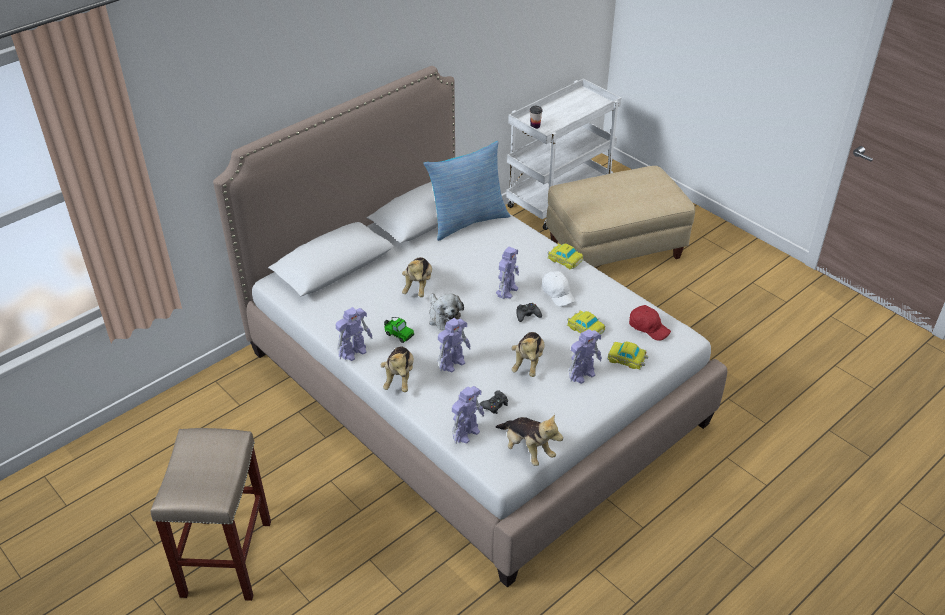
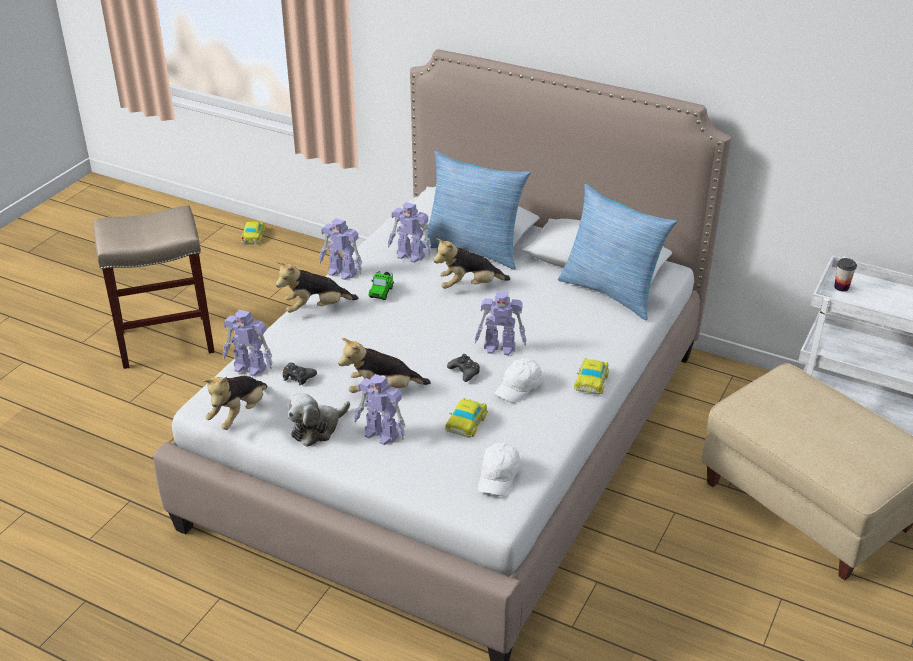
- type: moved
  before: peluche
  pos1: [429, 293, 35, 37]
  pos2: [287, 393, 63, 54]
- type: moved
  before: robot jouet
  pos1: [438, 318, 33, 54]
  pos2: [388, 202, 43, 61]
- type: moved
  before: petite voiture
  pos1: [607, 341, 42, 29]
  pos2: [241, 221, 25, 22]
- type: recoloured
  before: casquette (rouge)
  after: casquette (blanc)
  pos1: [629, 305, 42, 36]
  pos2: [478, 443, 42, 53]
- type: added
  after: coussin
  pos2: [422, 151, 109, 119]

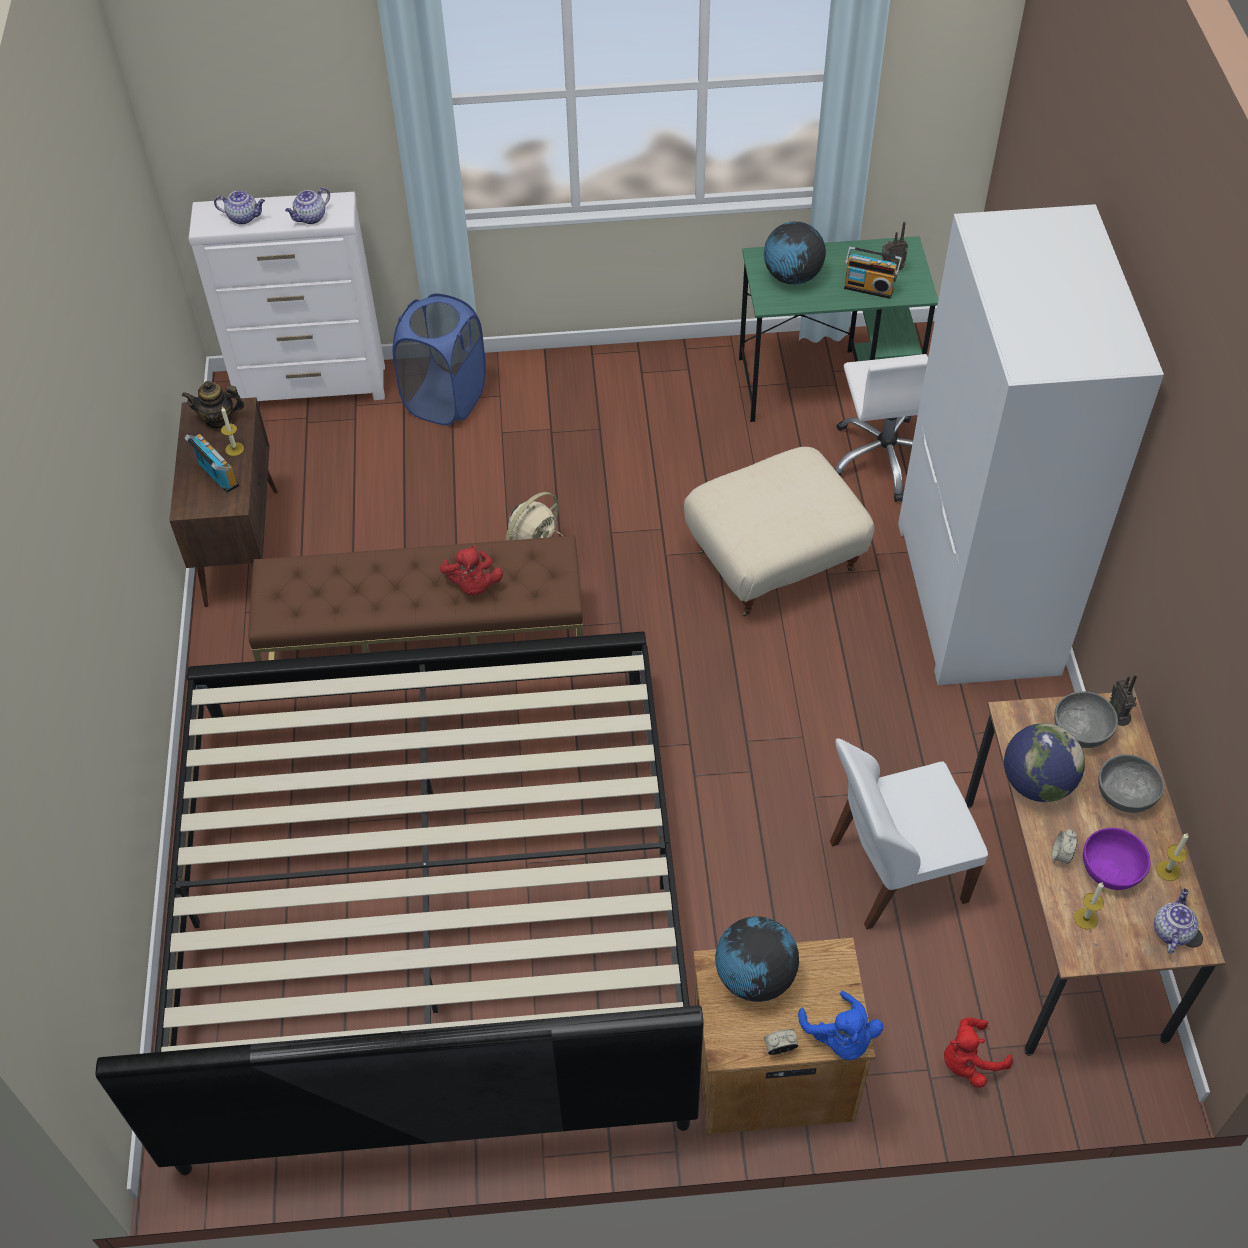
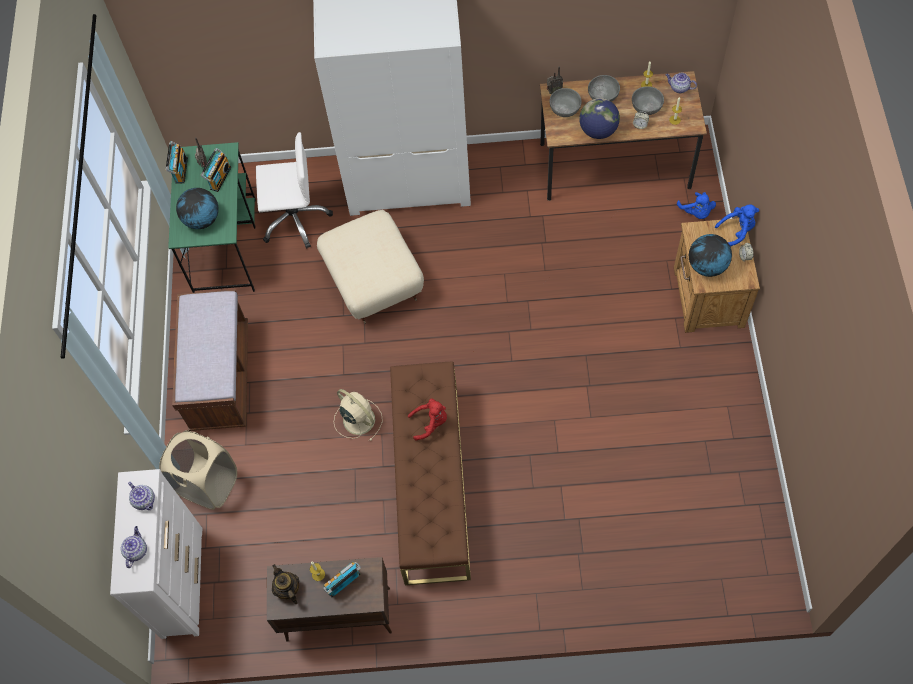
- type: removed
  before: lit
  pos1: [95, 631, 609, 544]
- type: turned
  before: théière
  pos1: [182, 381, 63, 48]
  pos2: [272, 564, 27, 40]
  turn: 150
- type: recoloured
  before: panier à linge (bleu)
  after: panier à linge (beige)
  pos1: [393, 293, 93, 133]
  pos2: [159, 430, 78, 80]
- type: removed
  before: chaise (blanc)
  pos1: [830, 738, 158, 191]
- type: recoloured
  before: peluche (rouge)
  after: peluche (bleu)
  pos1: [944, 1017, 69, 71]
  pos2: [677, 192, 39, 27]
- type: recoloured
  before: bol (violet)
  after: bol (gris)
  pos1: [1083, 828, 68, 62]
  pos2: [632, 86, 32, 29]
- type: added
  after: radio
  pos2: [166, 141, 22, 43]
- type: added
  after: banc (marron)
  pos2: [172, 289, 76, 142]

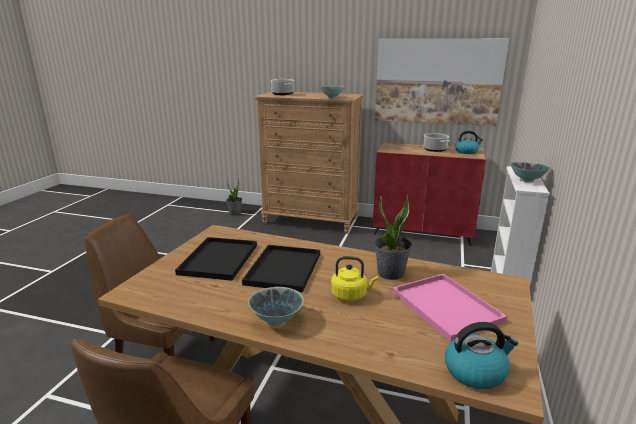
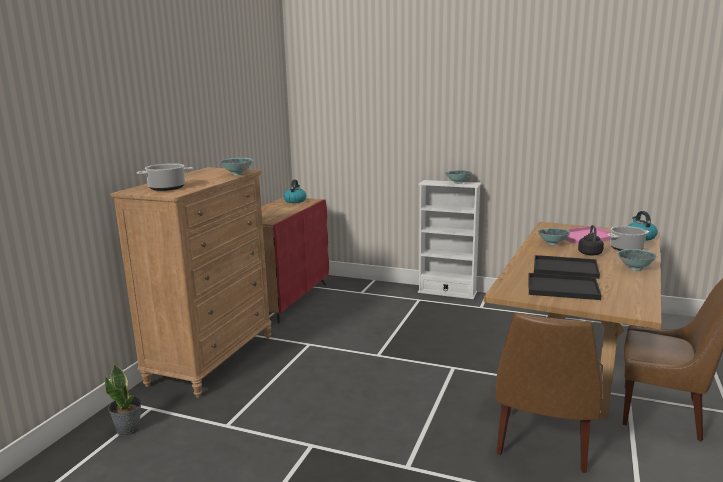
- type: recoloured
  before: bouilloire (jaune)
  after: bouilloire (noir)
  pos1: [331, 256, 47, 45]
  pos2: [578, 225, 26, 30]
- type: replaced
  before: plante en pot
  after: bol
  pos1: [374, 194, 38, 86]
  pos2: [537, 228, 33, 17]
- type: removed
  before: tableau
  pos1: [375, 38, 134, 88]
- type: moved
  before: marmite
  pos1: [424, 133, 25, 19]
  pos2: [607, 226, 42, 25]

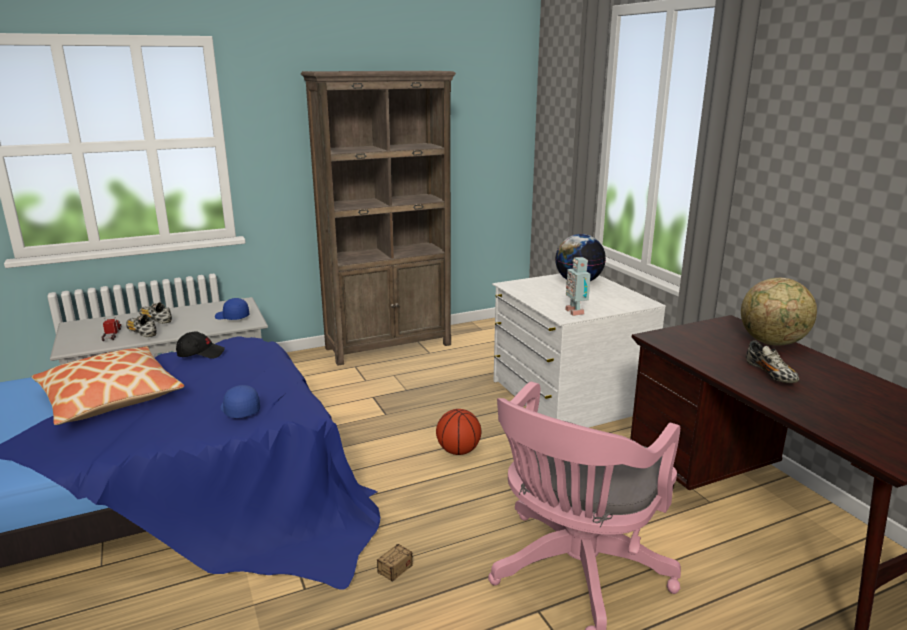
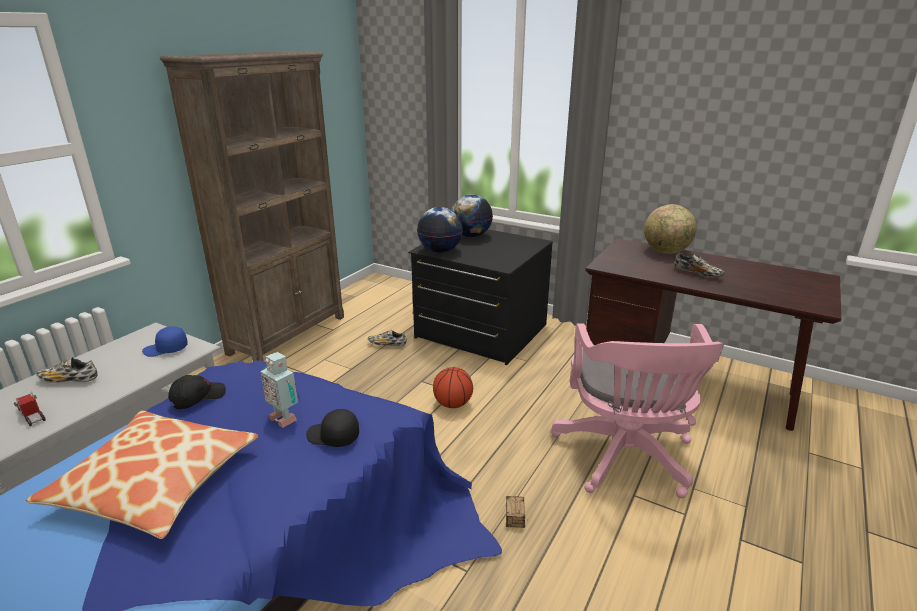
- type: moved
  before: chaussure
  pos1: [126, 314, 31, 23]
  pos2: [368, 330, 38, 16]
- type: recoloured
  before: casquette (bleu)
  after: casquette (noir)
  pos1: [220, 385, 40, 33]
  pos2: [306, 409, 53, 38]
- type: recoloured
  before: commode (blanc)
  after: commode (noir)
  pos1: [492, 274, 174, 154]
  pos2: [408, 229, 145, 136]
- type: moved
  before: robot jouet
  pos1: [565, 257, 26, 59]
  pos2: [260, 352, 38, 76]
- type: added
  after: globe
  pos2: [417, 207, 46, 46]

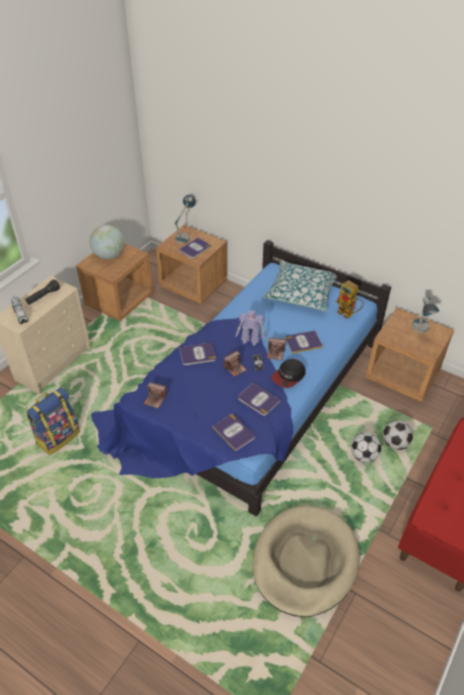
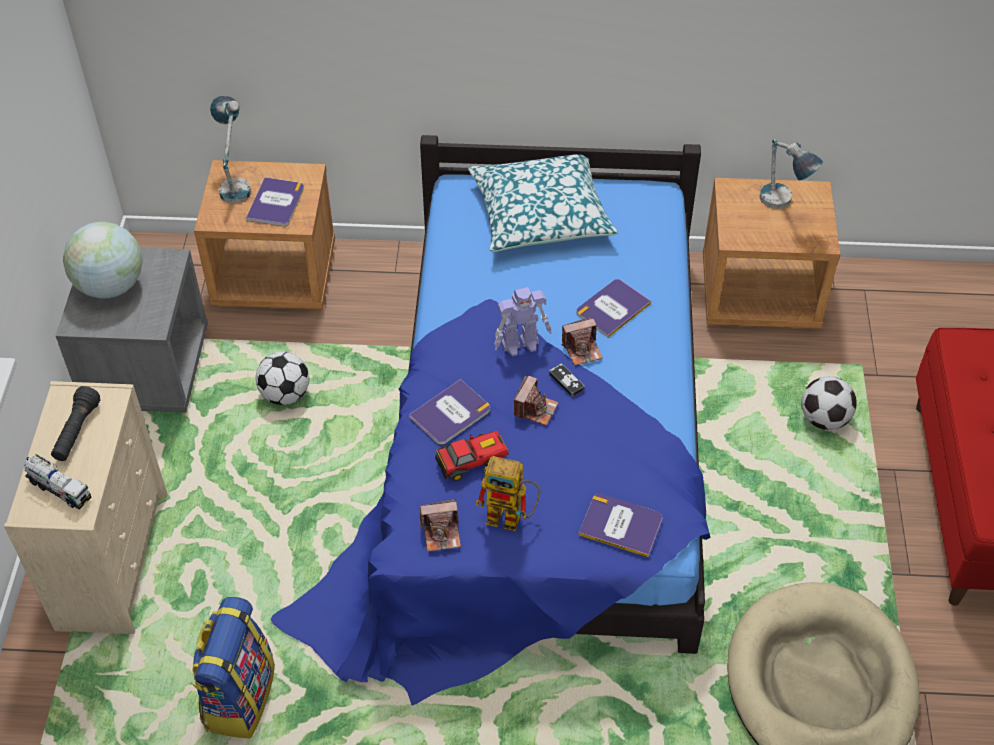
- type: recoloured
  before: table de chevet (marron)
  after: table de chevet (gris)
  pos1: [76, 243, 78, 78]
  pos2: [56, 248, 152, 165]
- type: removed
  before: livre
  pos1: [238, 383, 43, 33]
- type: removed
  before: casquette
  pos1: [271, 359, 35, 29]
- type: moved
  before: robot jouet
  pos1: [336, 280, 28, 39]
  pos2: [475, 456, 65, 75]
- type: moved
  before: ballon de foot
  pos1: [351, 433, 30, 30]
  pos2: [256, 352, 53, 53]
- type: added
  after: petite voiture
  pos2: [435, 430, 74, 51]

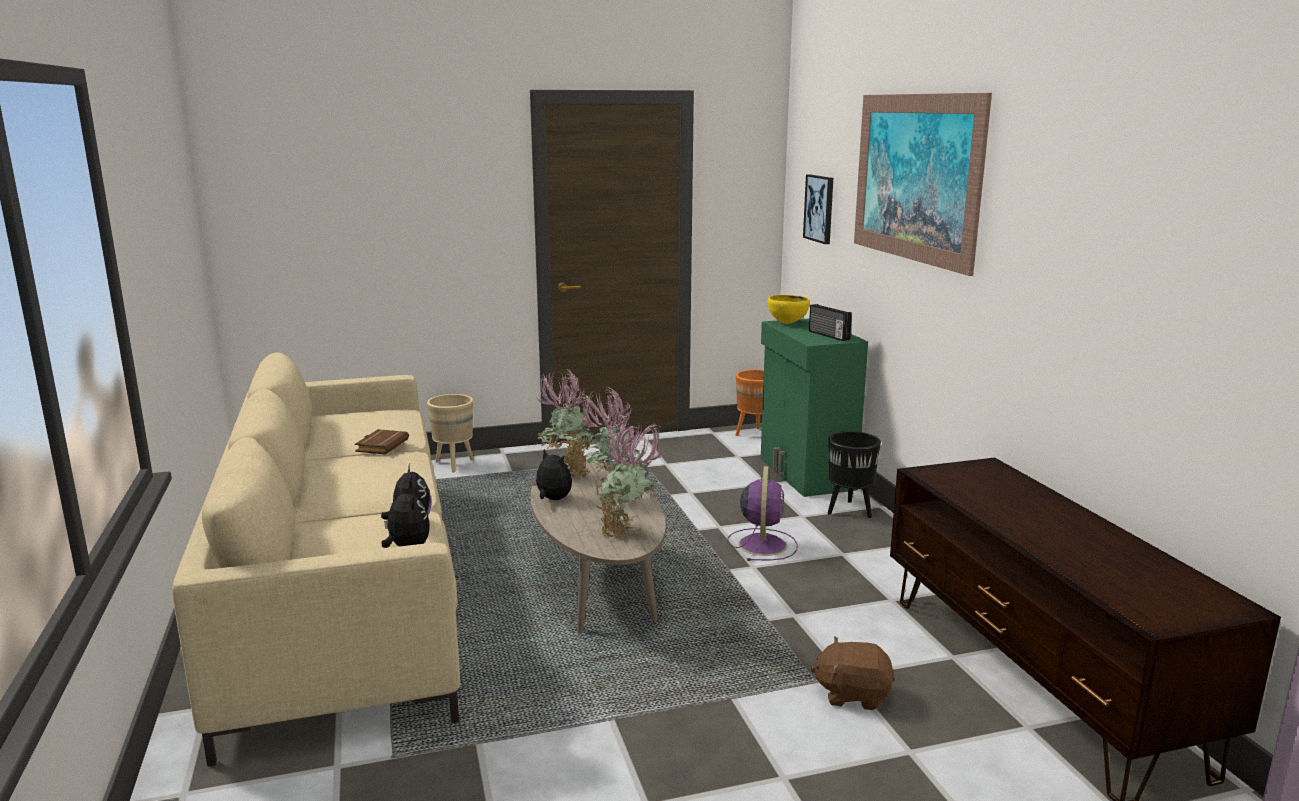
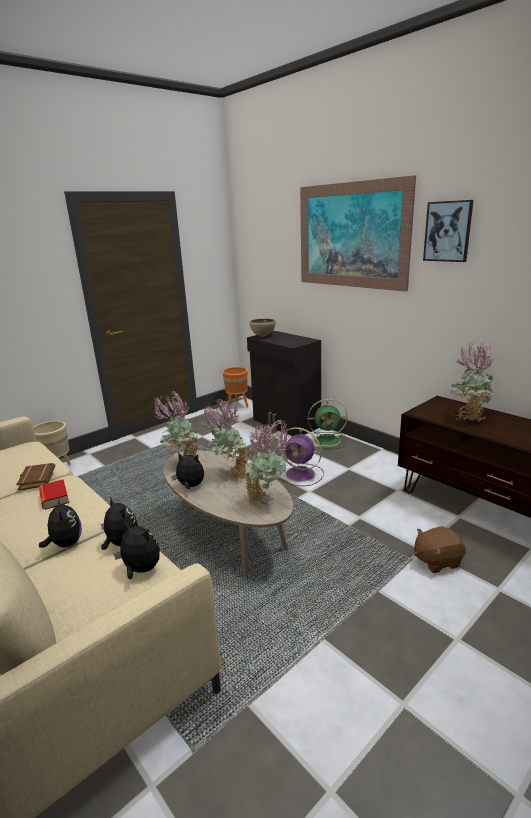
- type: turned
  before: ventilateur (violet)
  pos1: [727, 466, 71, 95]
  pos2: [279, 427, 45, 59]
  turn: 135
- type: recoloured
  before: meuble de rangement (vert)
  after: meuble de rangement (noir)
  pos1: [761, 318, 107, 179]
  pos2: [247, 331, 74, 105]
- type: recoloured
  before: bol (jaune)
  after: bol (marron)
  pos1: [767, 295, 43, 29]
  pos2: [250, 318, 26, 19]
- type: moved
  before: tableau
  pos1: [803, 174, 30, 70]
  pos2: [423, 200, 51, 62]
- type: removed
  before: radio
  pos1: [809, 304, 43, 37]
- type: replaced
  before: cache-pot (noir)
  after: ventilateur (vert)
  pos1: [827, 431, 54, 87]
  pos2: [308, 399, 40, 50]
- type: added
  after: livre
  pos2: [39, 479, 30, 31]
- type: added
  after: peluche
  pos2: [39, 498, 43, 50]
- type: added
  after: plante en pot
  pos2: [449, 342, 46, 80]

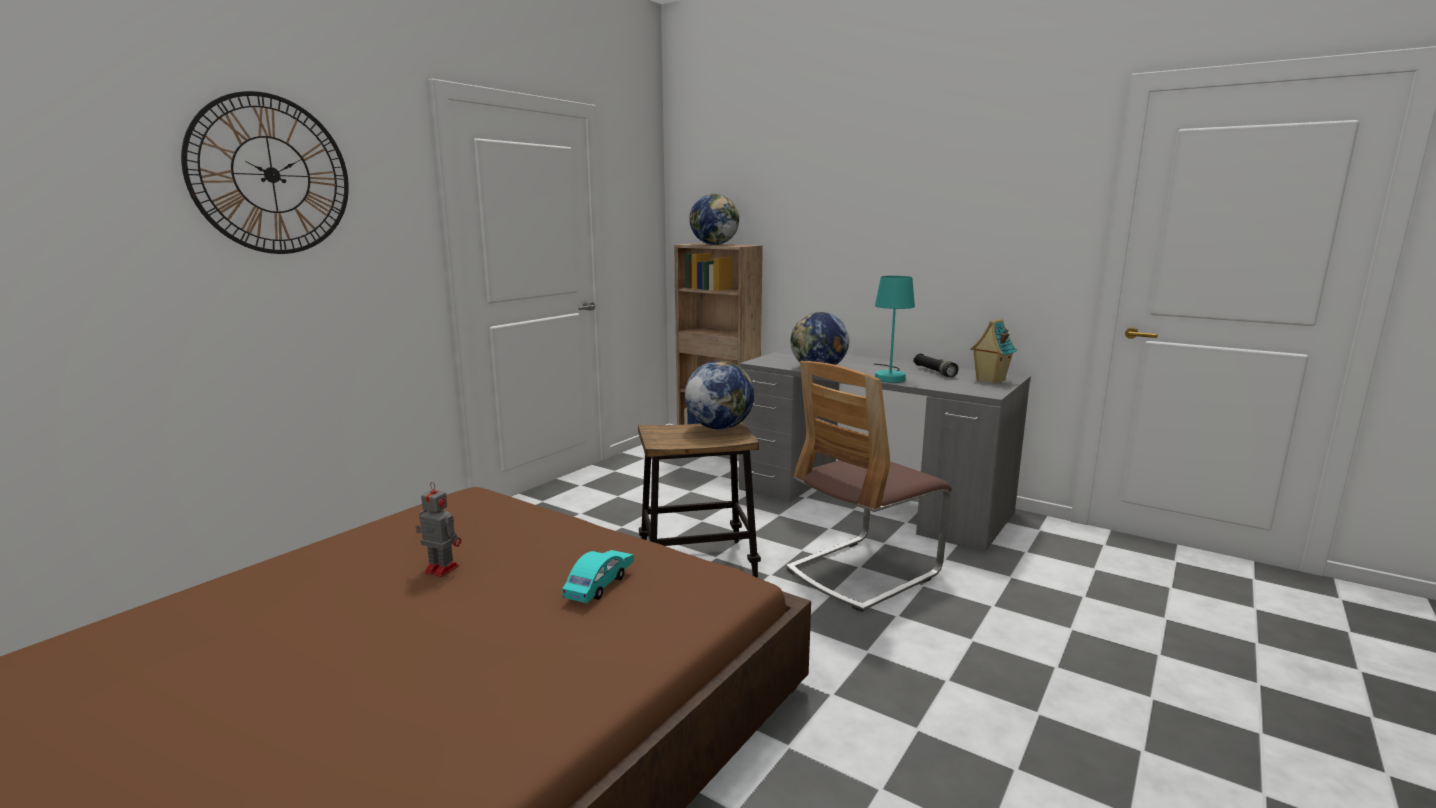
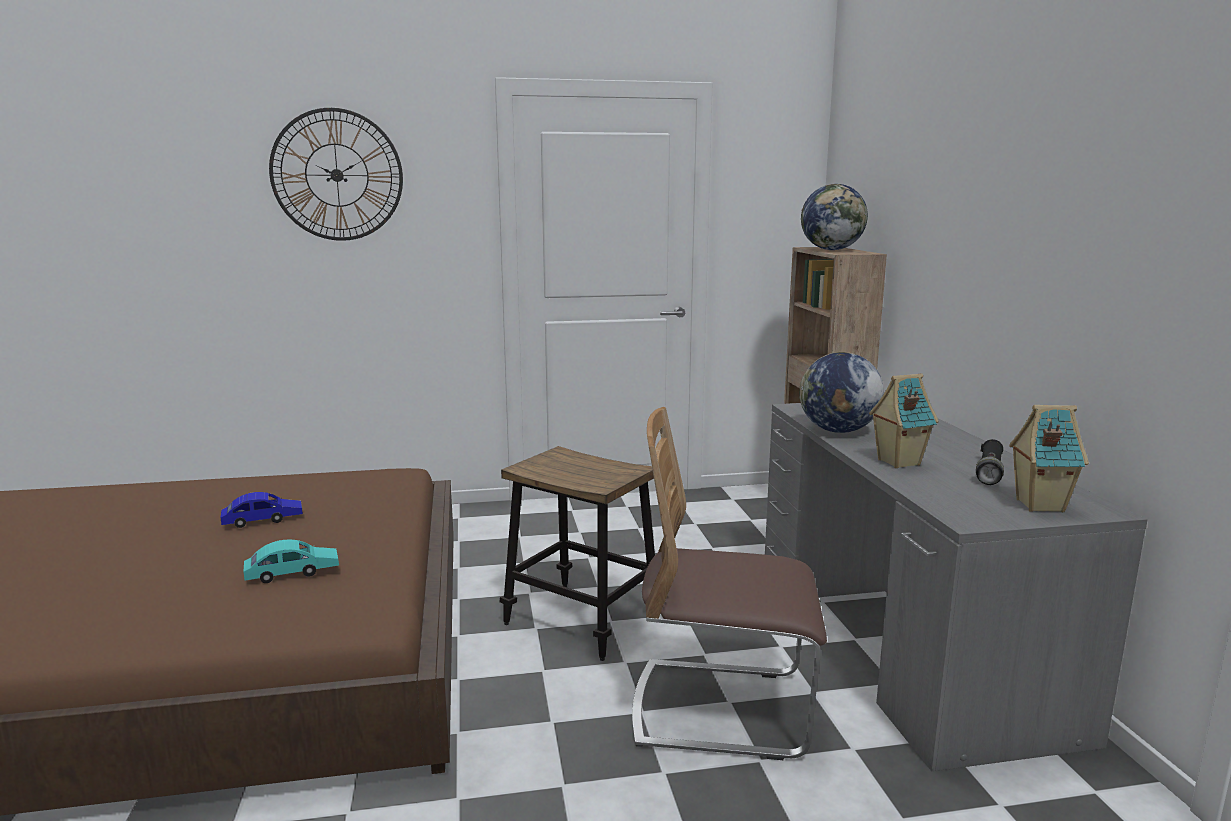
- type: replaced
  before: robot jouet
  after: petite voiture (bleu)
  pos1: [416, 482, 45, 95]
  pos2: [220, 492, 83, 36]
- type: removed
  before: globe
  pos1: [685, 360, 69, 70]
- type: replaced
  before: lampe de table (turquoise)
  after: maison miniature
  pos1: [874, 276, 41, 107]
  pos2: [869, 373, 70, 95]

